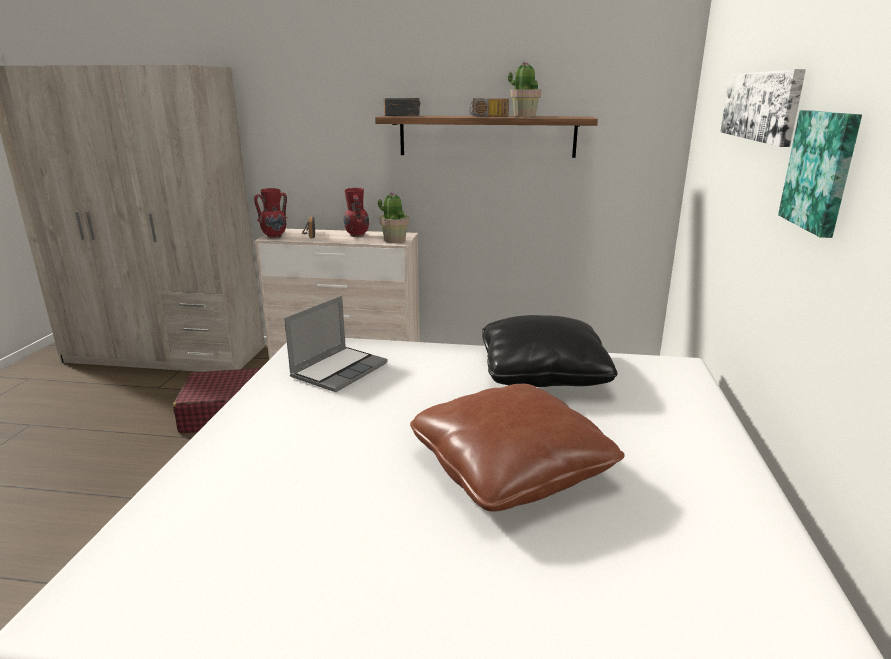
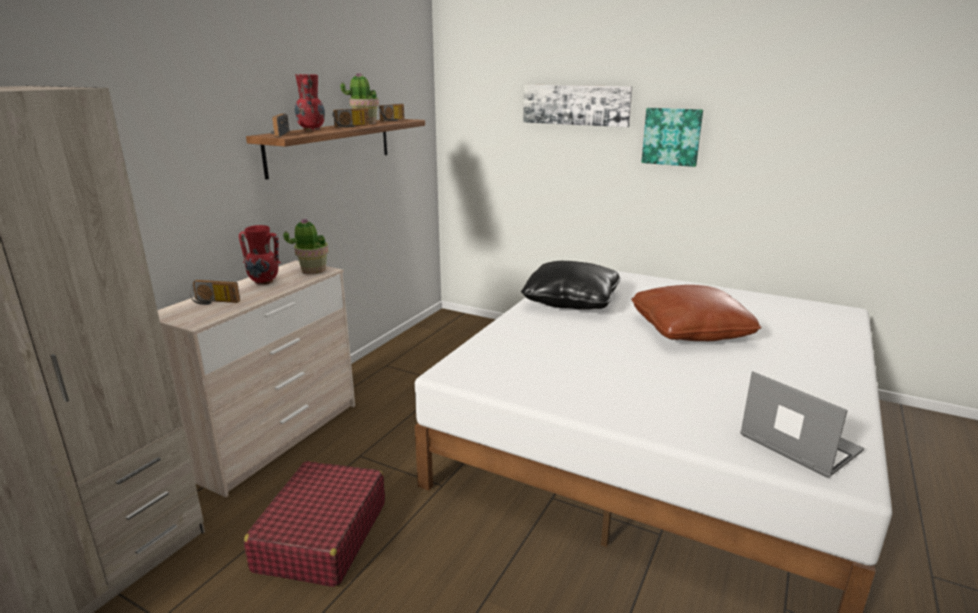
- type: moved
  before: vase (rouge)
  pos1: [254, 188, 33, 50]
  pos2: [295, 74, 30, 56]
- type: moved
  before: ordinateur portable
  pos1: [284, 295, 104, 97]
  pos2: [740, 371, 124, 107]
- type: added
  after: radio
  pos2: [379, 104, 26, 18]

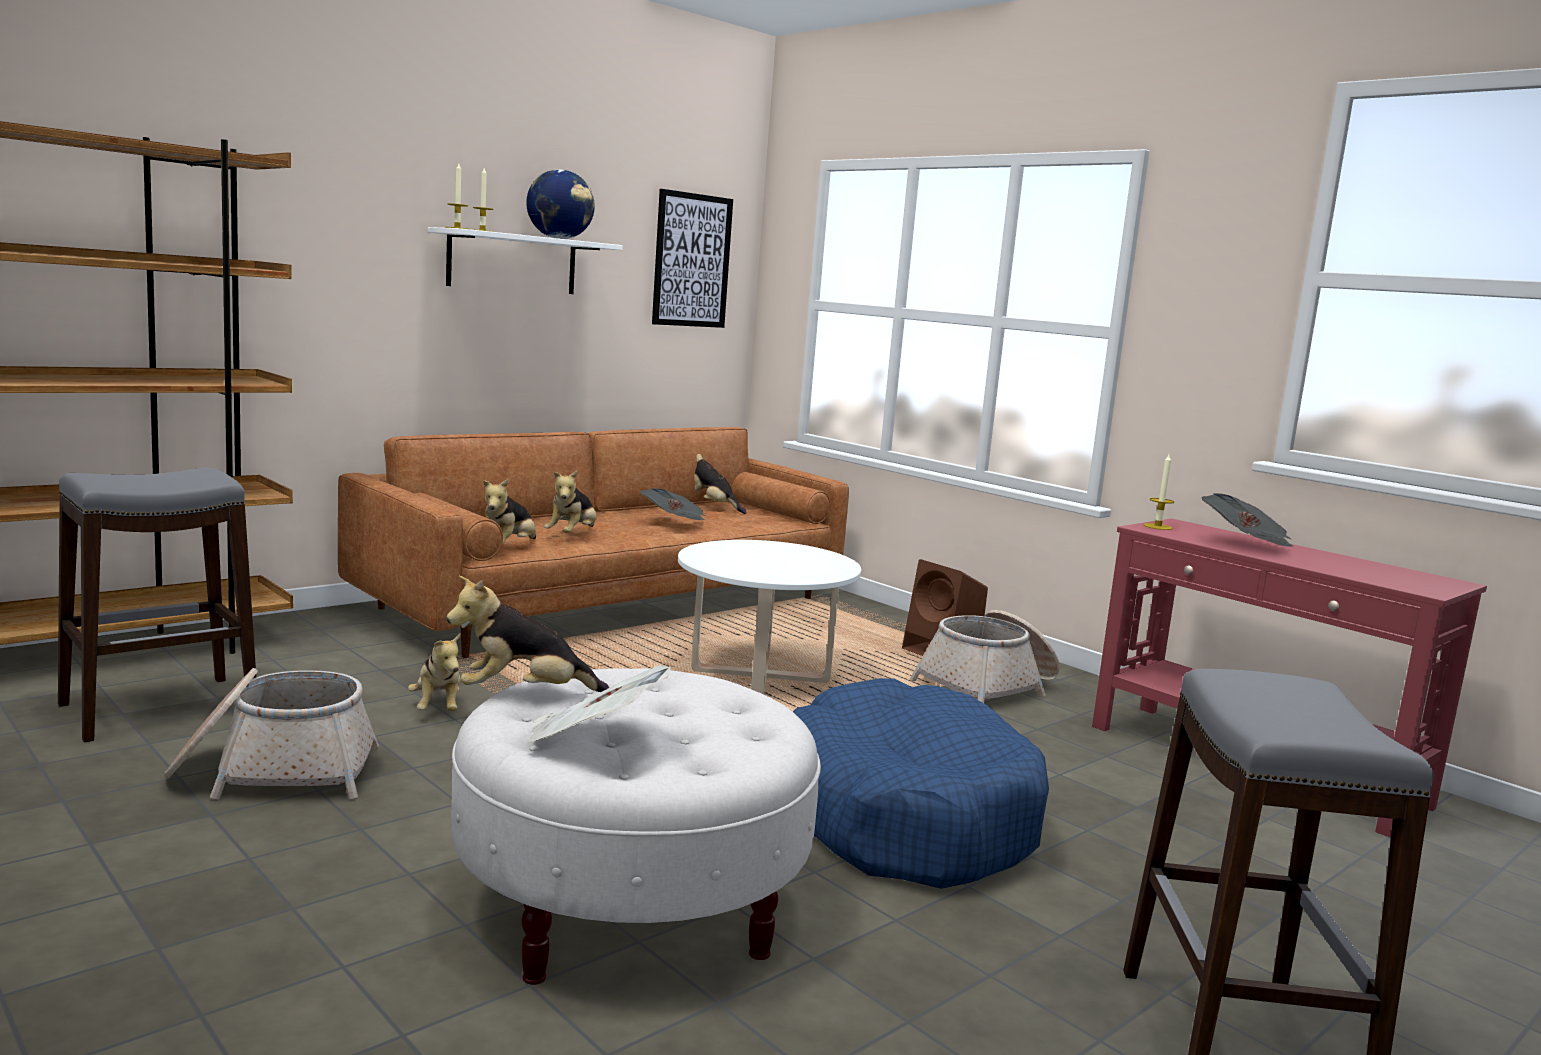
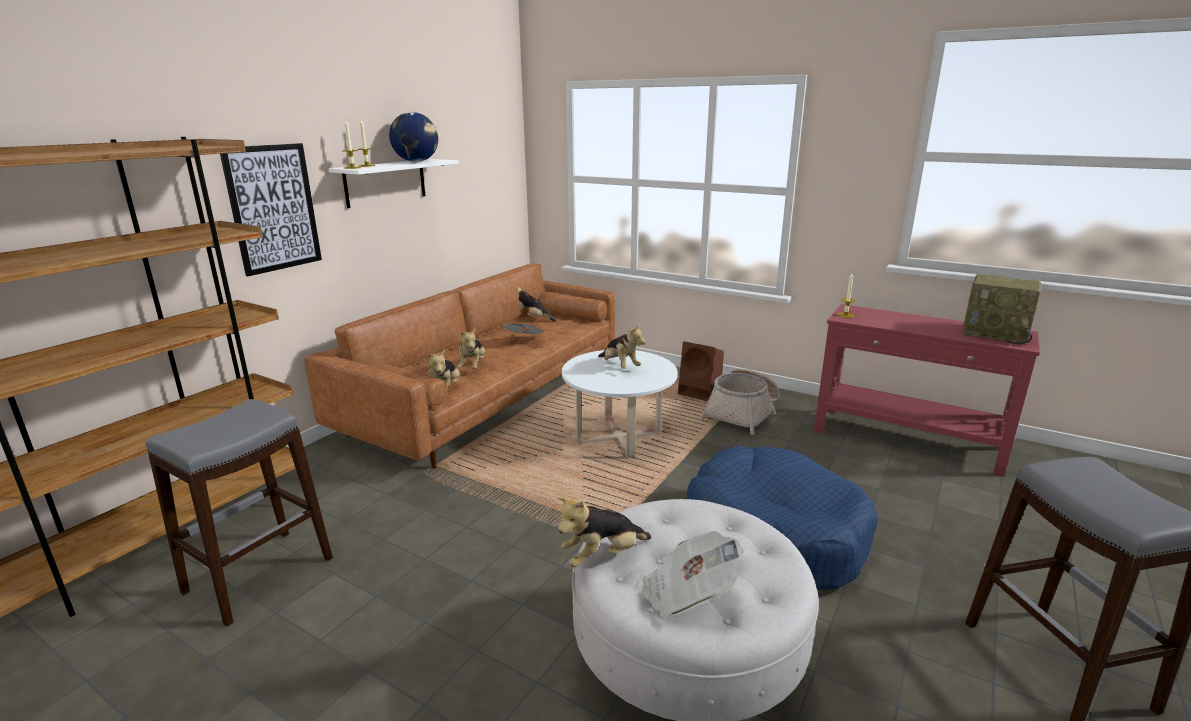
- type: removed
  before: panier
  pos1: [164, 668, 215, 131]
- type: moved
  before: peluche
  pos1: [408, 633, 53, 78]
  pos2: [598, 323, 48, 45]
- type: moved
  before: tableau
  pos1: [652, 189, 81, 139]
  pos2: [220, 143, 102, 133]
- type: removed
  before: journal
  pos1: [1201, 493, 93, 54]
- type: added
  after: radio
  pos2: [962, 274, 79, 71]

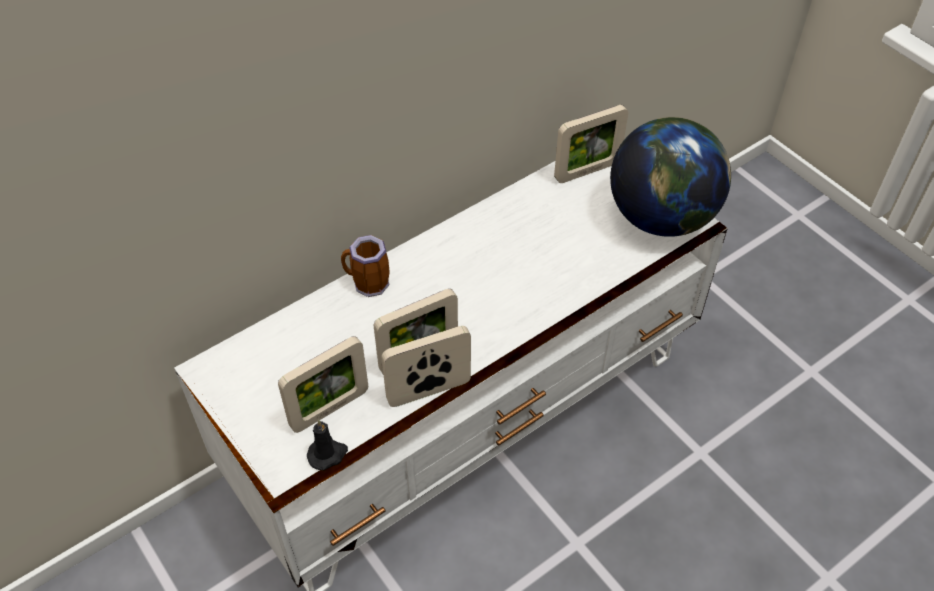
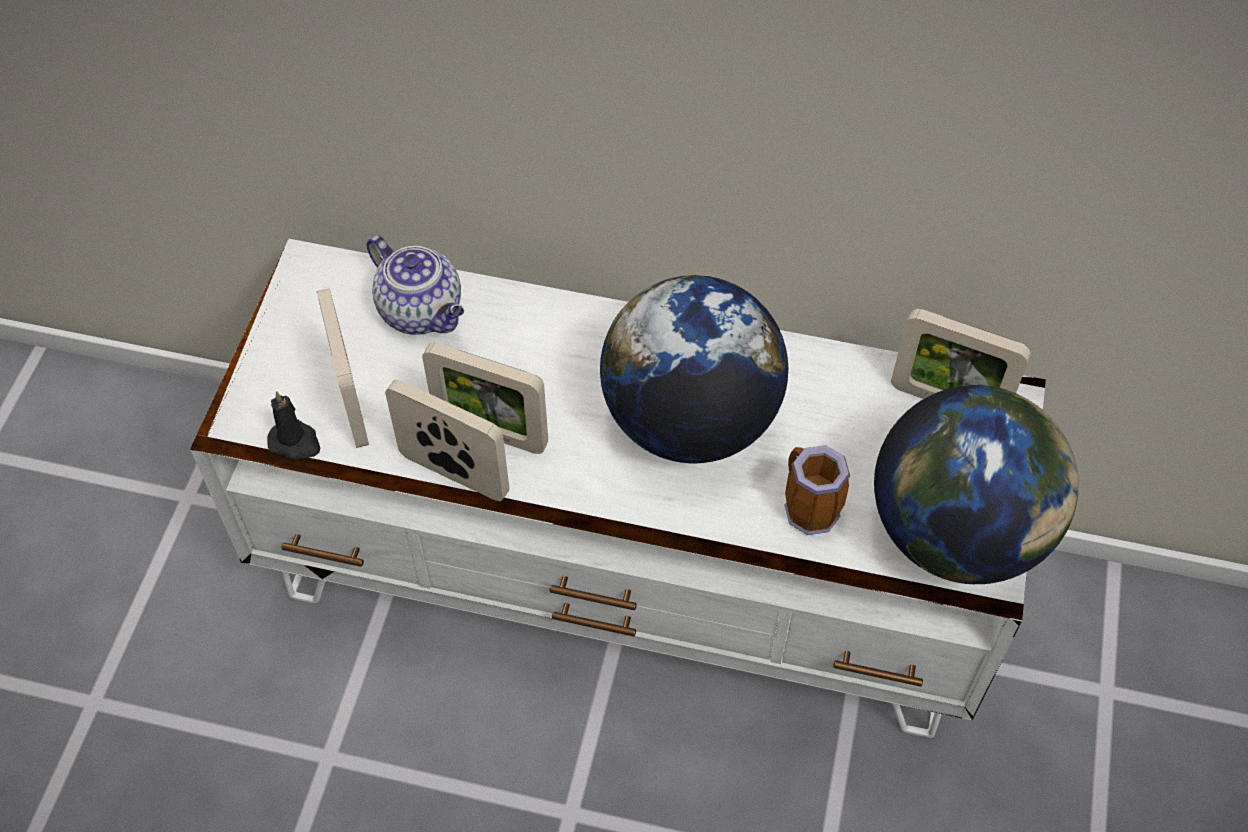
- type: turned
  before: cadre photo
  pos1: [278, 336, 90, 97]
  pos2: [317, 288, 52, 160]
  turn: -120
- type: moved
  before: mug
  pos1: [341, 235, 49, 62]
  pos2: [784, 445, 66, 90]
- type: added
  after: théière
  pos2: [366, 235, 98, 100]
- type: added
  after: globe
  pos2: [600, 275, 188, 188]

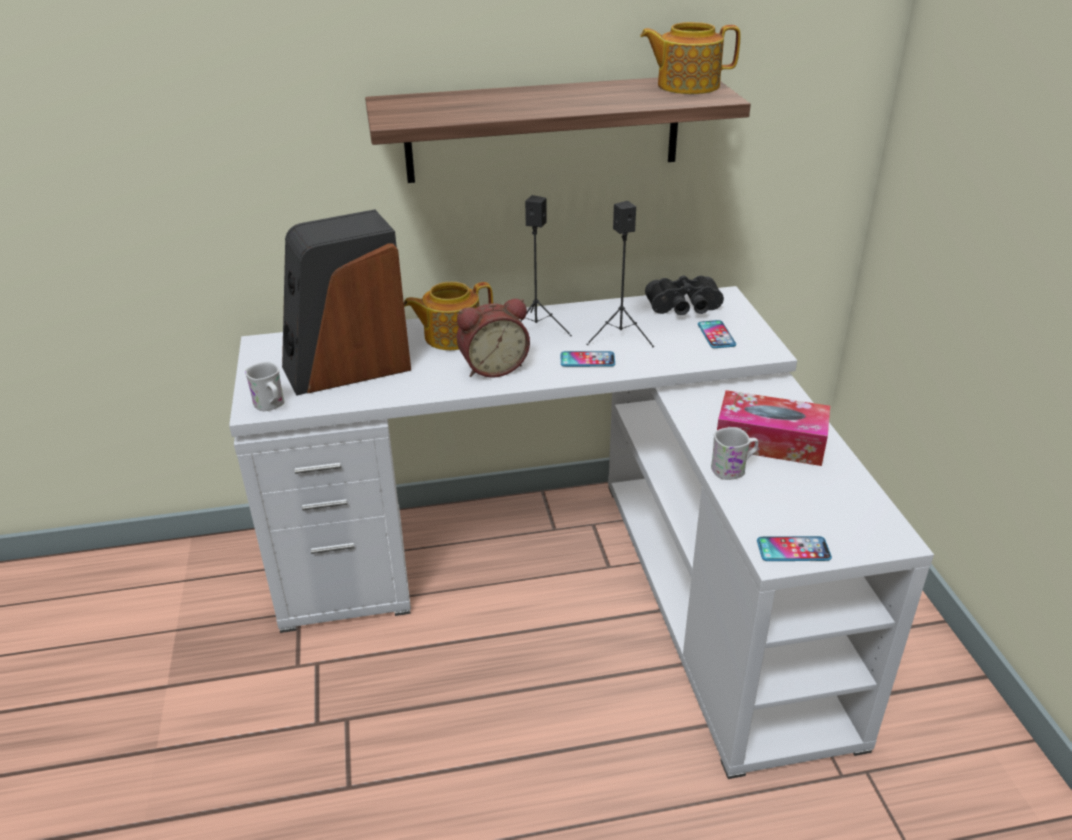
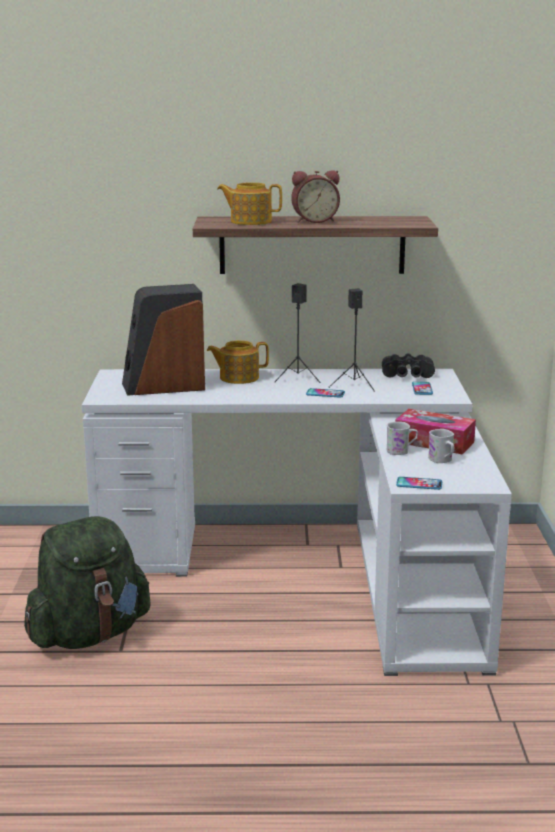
- type: moved
  before: mug (blanc)
  pos1: [245, 362, 39, 49]
  pos2: [428, 429, 26, 34]
- type: moved
  before: réveil
  pos1: [457, 299, 73, 79]
  pos2: [291, 170, 49, 53]
- type: moved
  before: théière
  pos1: [640, 22, 101, 72]
  pos2: [217, 182, 65, 43]
- type: added
  after: sac à dos (vert)
  pos2: [24, 516, 127, 133]

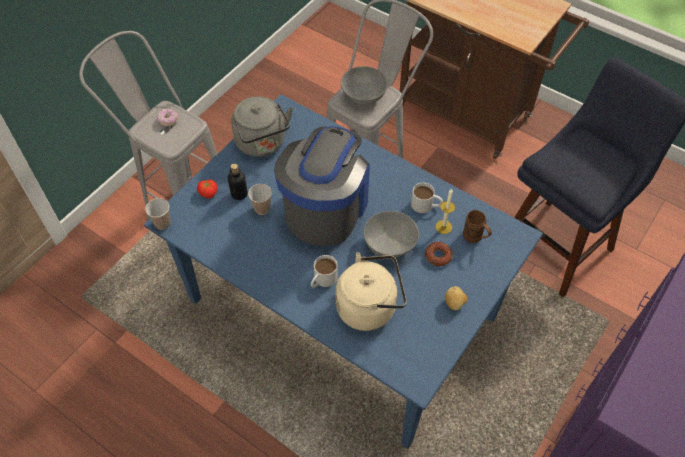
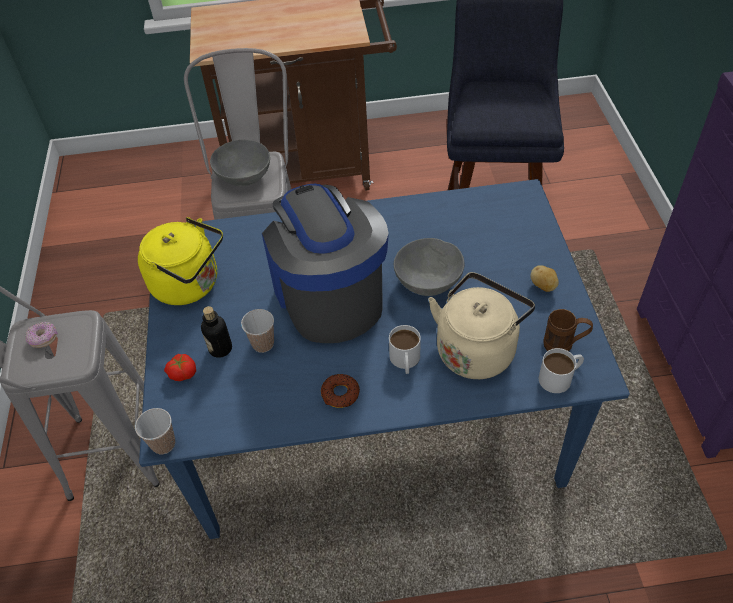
- type: recoloured
  before: bouilloire (gris)
  after: bouilloire (jaune)
  pos1: [231, 96, 62, 61]
  pos2: [138, 217, 85, 88]
- type: moved
  before: mug (blanc)
  pos1: [411, 183, 32, 30]
  pos2: [539, 348, 45, 45]
- type: moved
  before: beignet
  pos1: [425, 242, 28, 24]
  pos2: [321, 374, 39, 34]
- type: removed
  before: bougie
  pos1: [435, 188, 20, 46]
- type: moved
  before: mug (marron)
  pos1: [463, 210, 29, 33]
  pos2: [544, 309, 49, 42]

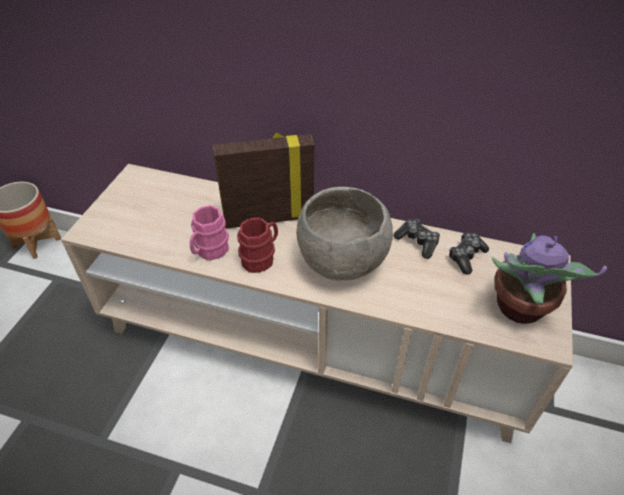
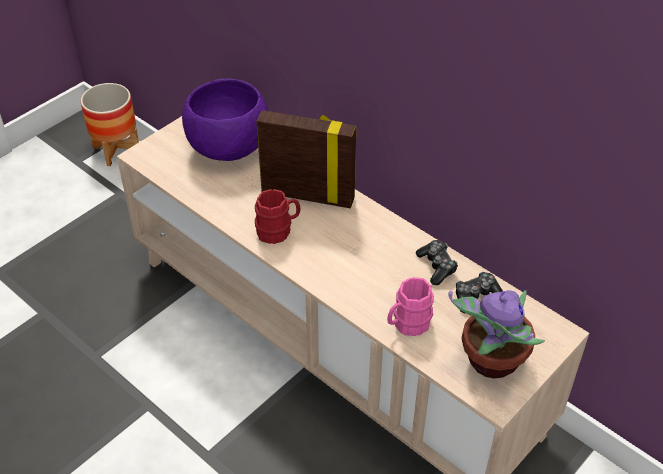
- type: moved
  before: mug (rose)
  pos1: [190, 205, 39, 55]
  pos2: [387, 277, 47, 59]
- type: removed
  before: bol (gris)
  pos1: [296, 187, 97, 93]
- type: added
  after: bol (violet)
  pos2: [182, 78, 86, 83]

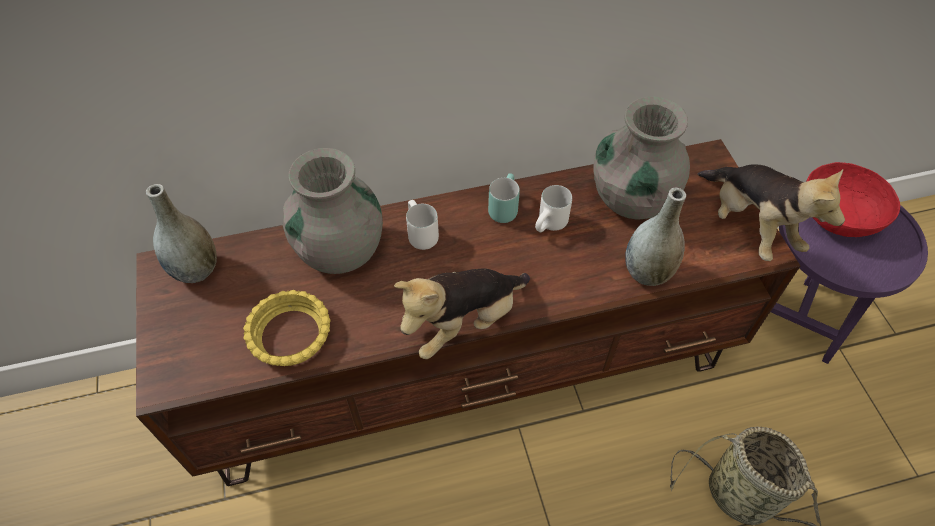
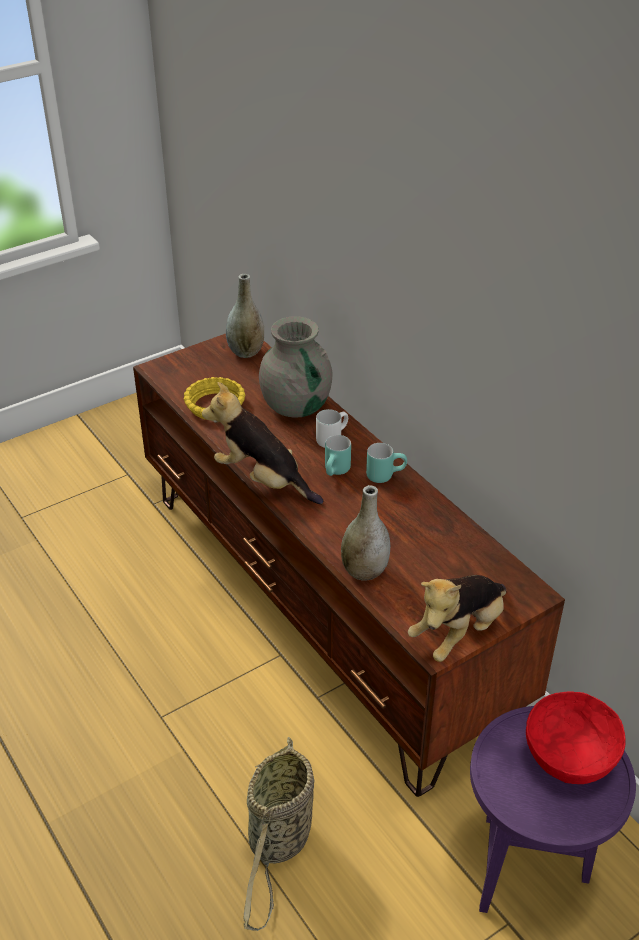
- type: removed
  before: mug (blanc)
  pos1: [535, 185, 37, 47]
- type: removed
  before: vase (gris)
  pos1: [593, 96, 97, 124]
- type: added
  after: mug (turquoise)
  pos2: [325, 435, 26, 41]

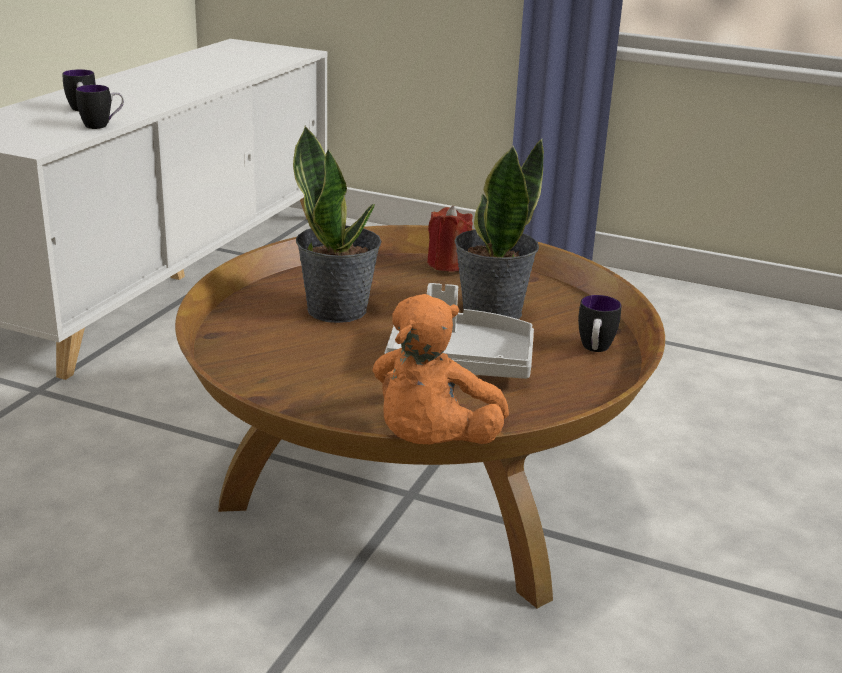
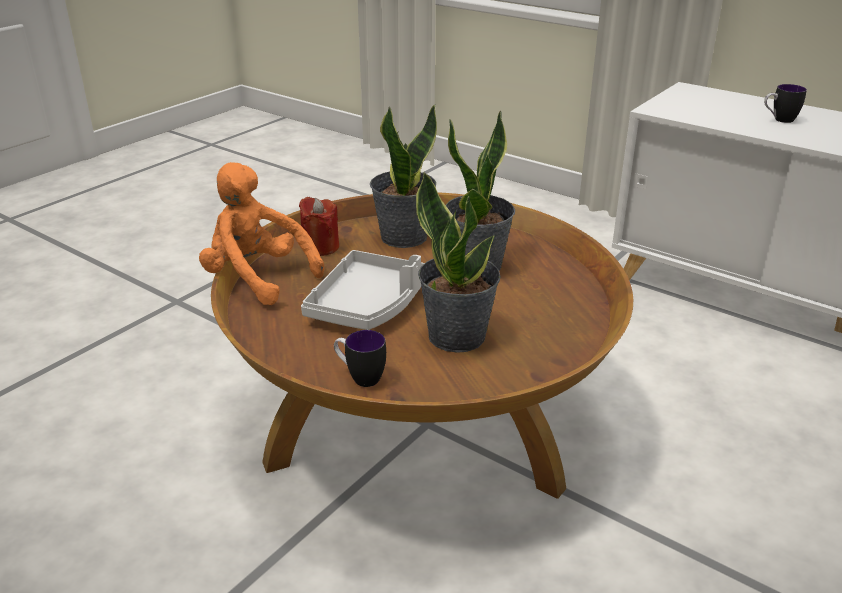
- type: removed
  before: mug
  pos1: [76, 85, 48, 44]
- type: moved
  before: bougie (rouge)
  pos1: [427, 206, 46, 66]
  pos2: [299, 197, 40, 59]
- type: added
  after: plante en pot
  pos2: [370, 105, 67, 143]

